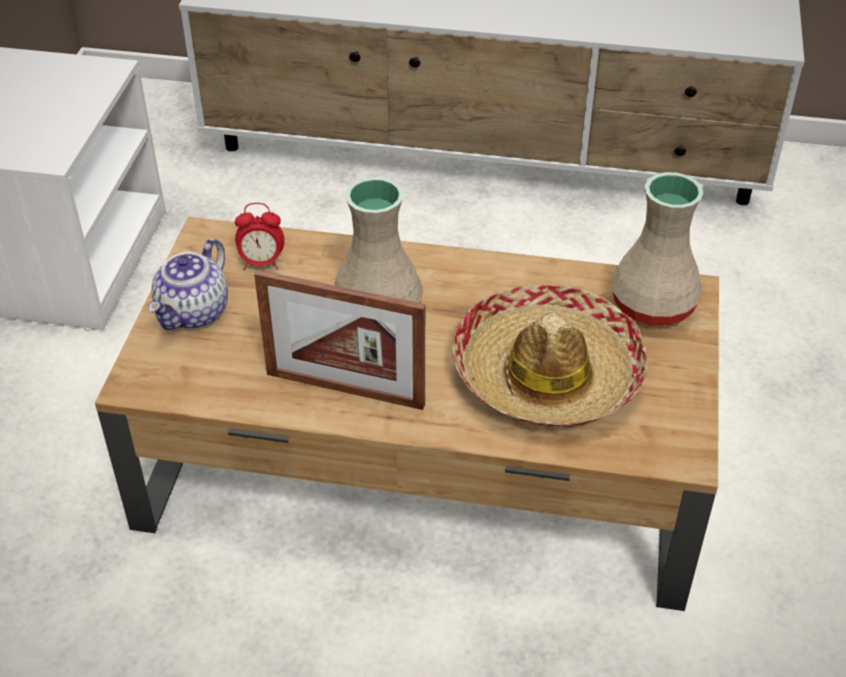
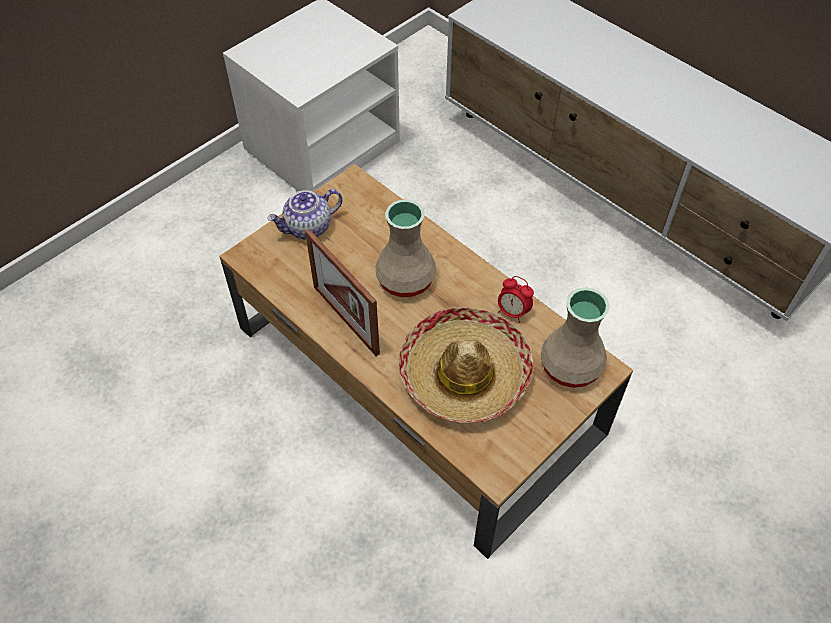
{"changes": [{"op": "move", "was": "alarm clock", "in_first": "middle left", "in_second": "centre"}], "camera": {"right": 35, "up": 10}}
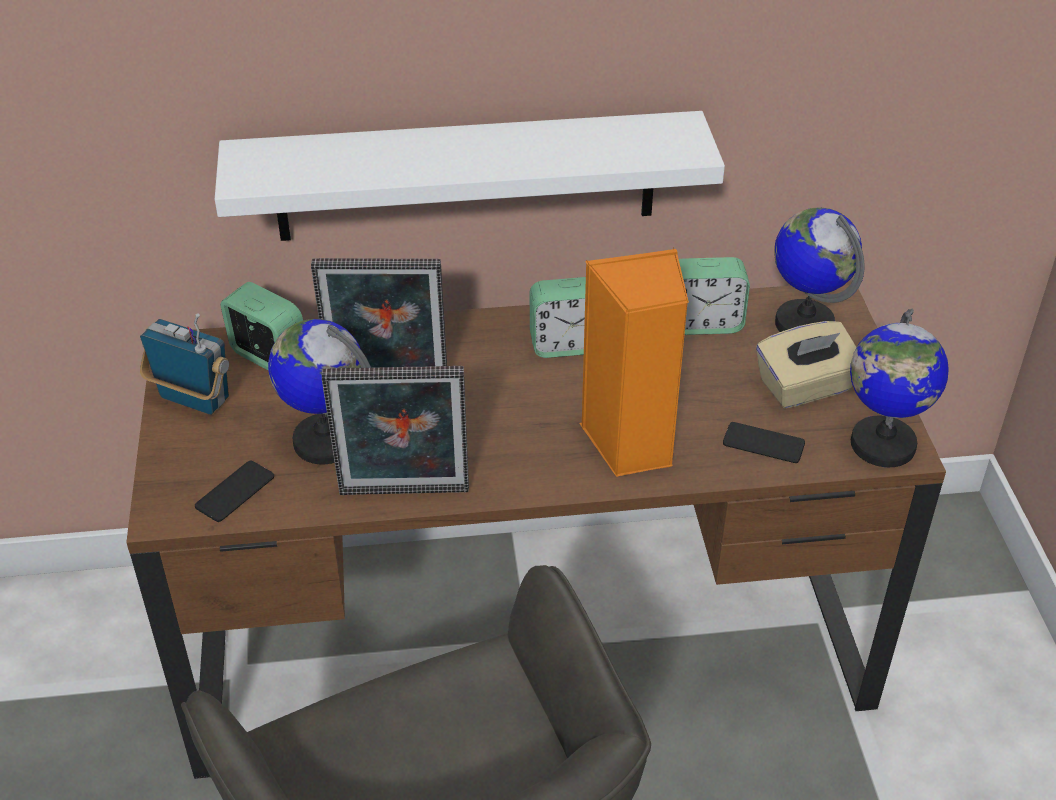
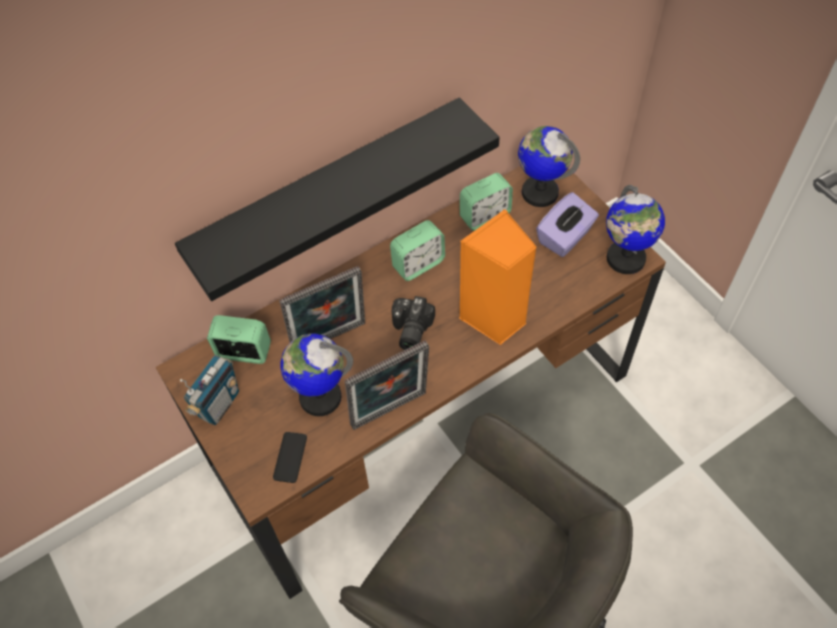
{"changes": [{"op": "recolor", "was": "white-coloured wall shelf", "now": "black-coloured wall shelf", "in_first": "top centre", "in_second": "top centre"}, {"op": "rotate", "was": "radio receiver", "in_first": "middle left", "in_second": "middle left", "clockwise": 120}, {"op": "recolor", "was": "sand-coloured tissue box", "now": "purple tissue box", "in_first": "middle right", "in_second": "middle right"}, {"op": "delete", "was": "telephone (2nd from left)", "in_first": "middle right"}, {"op": "insert", "now": "still camera", "in_second": "centre"}], "camera": {"right": -25, "up": 15}}
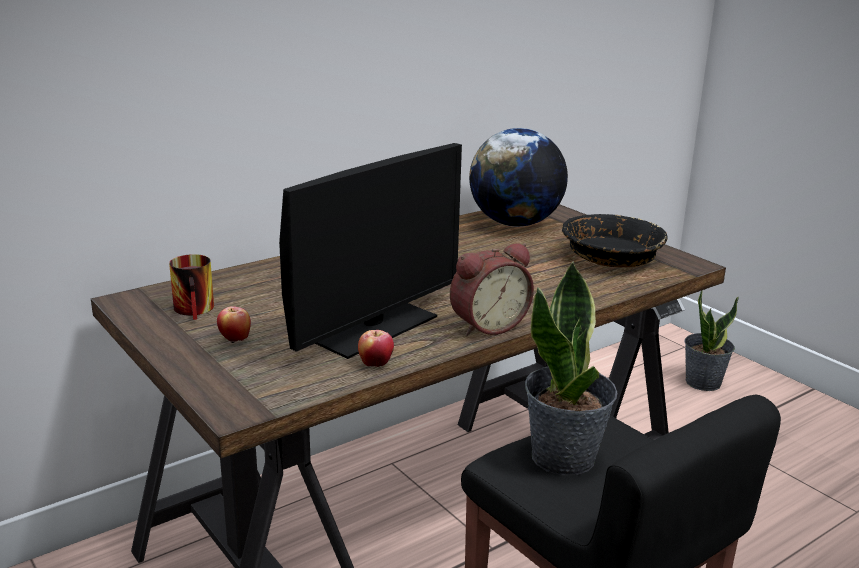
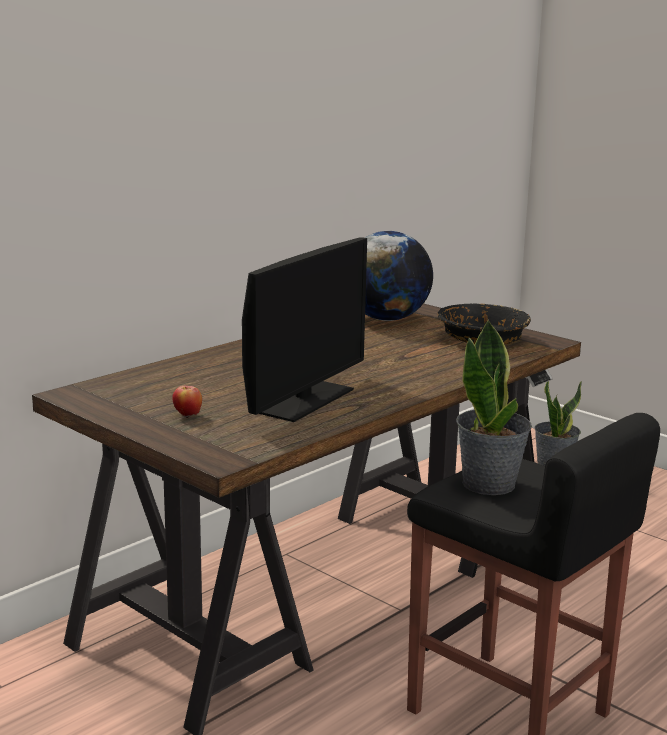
{"changes": [{"op": "delete", "was": "alarm clock", "in_first": "centre"}, {"op": "delete", "was": "tea mug", "in_first": "middle left"}, {"op": "delete", "was": "apple (2nd from left)", "in_first": "centre"}], "camera": {"right": -10, "up": -5}}
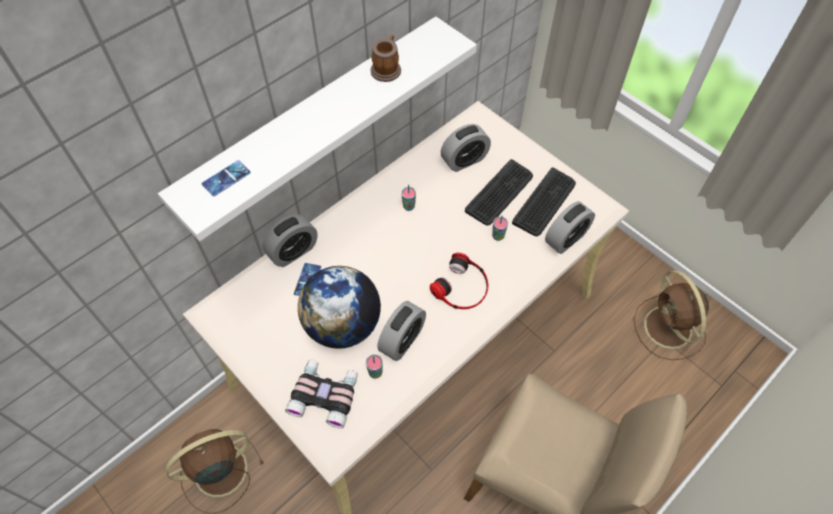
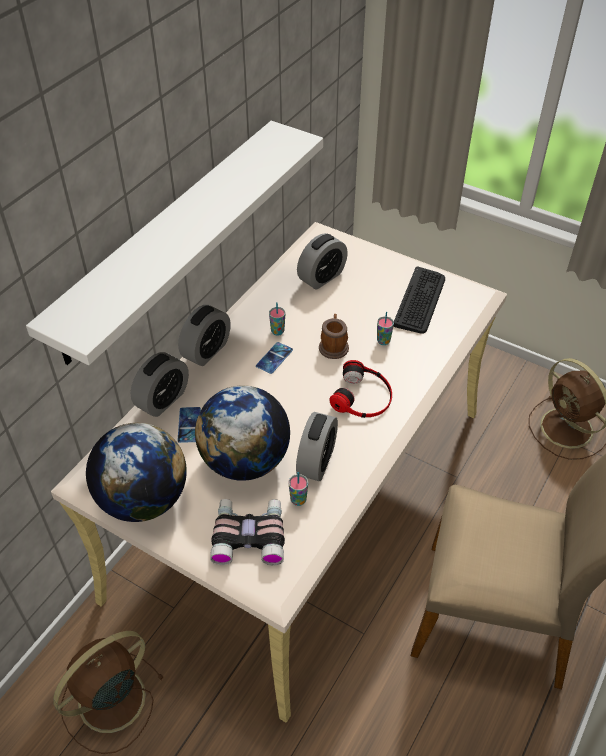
{"changes": [{"op": "move", "was": "tea mug", "in_first": "top centre", "in_second": "centre"}, {"op": "delete", "was": "PC keyboard (1st from left)", "in_first": "centre"}, {"op": "move", "was": "telephone (1st from left in the first image)", "now": "telephone (2nd from left)", "in_first": "middle left", "in_second": "centre"}, {"op": "move", "was": "alarm clock (4th from left in the first image)", "now": "alarm clock (2nd from left)", "in_first": "middle right", "in_second": "centre"}, {"op": "insert", "now": "desk globe (1st from left)", "in_second": "middle left"}], "camera": {"right": -15, "up": -10}}
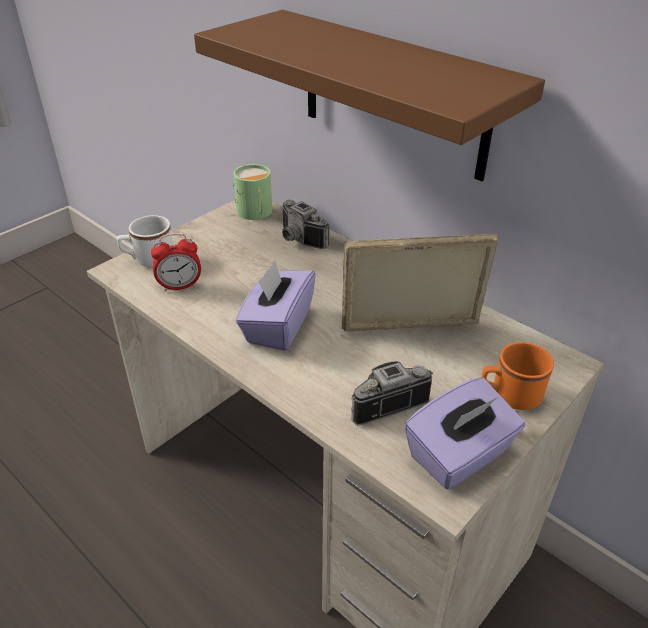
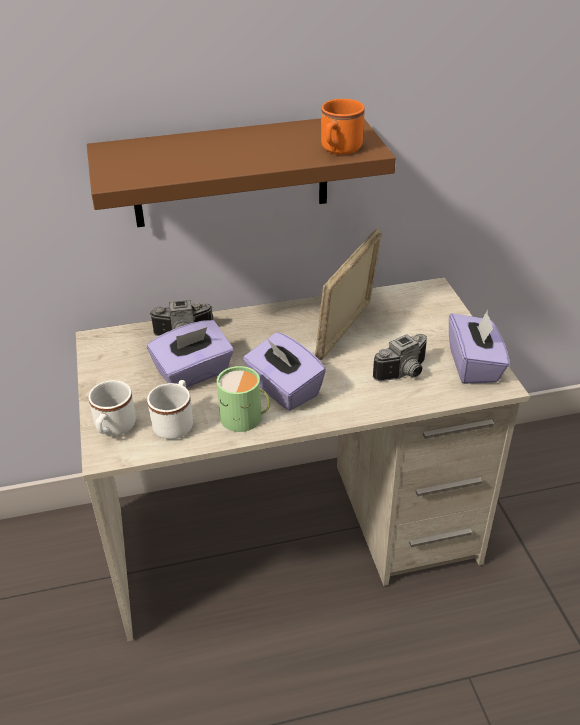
{"changes": [{"op": "move", "was": "greenish tea mug", "in_first": "top centre", "in_second": "centre"}, {"op": "replace", "was": "alarm clock", "now": "white-coloured tea mug (2nd from left)", "in_first": "middle left", "in_second": "middle left"}, {"op": "move", "was": "orange tea mug", "in_first": "middle right", "in_second": "top centre"}, {"op": "rotate", "was": "still camera (2nd from left)", "in_first": "centre", "in_second": "middle right", "clockwise": -135}, {"op": "insert", "now": "purple tissue box (1st from left)", "in_second": "middle left"}], "camera": {"right": -55, "up": 0}}
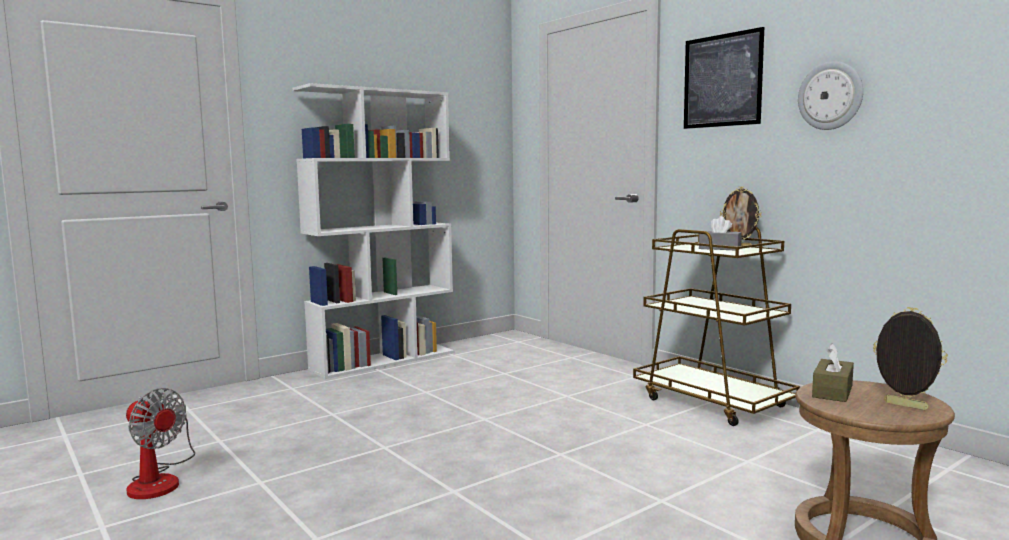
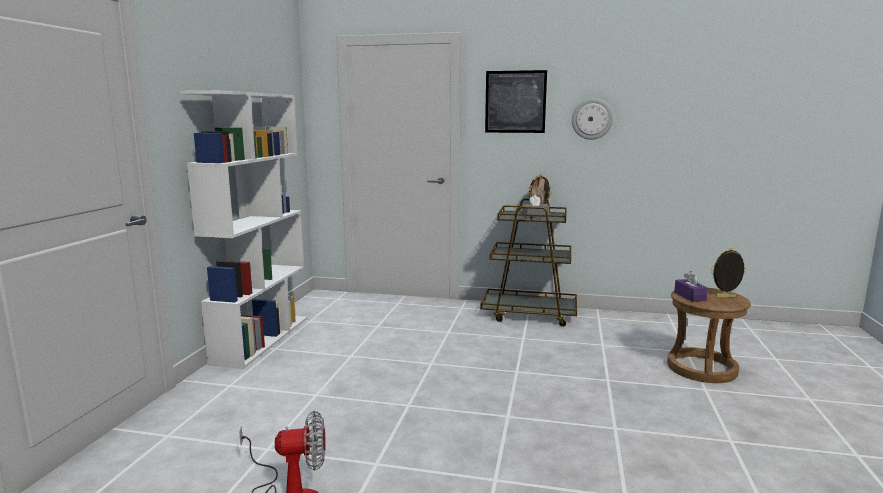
{"changes": [{"op": "recolor", "was": "brownish tissue box", "now": "purple tissue box", "in_first": "bottom right", "in_second": "middle right"}], "camera": {"right": -40, "up": 5}}
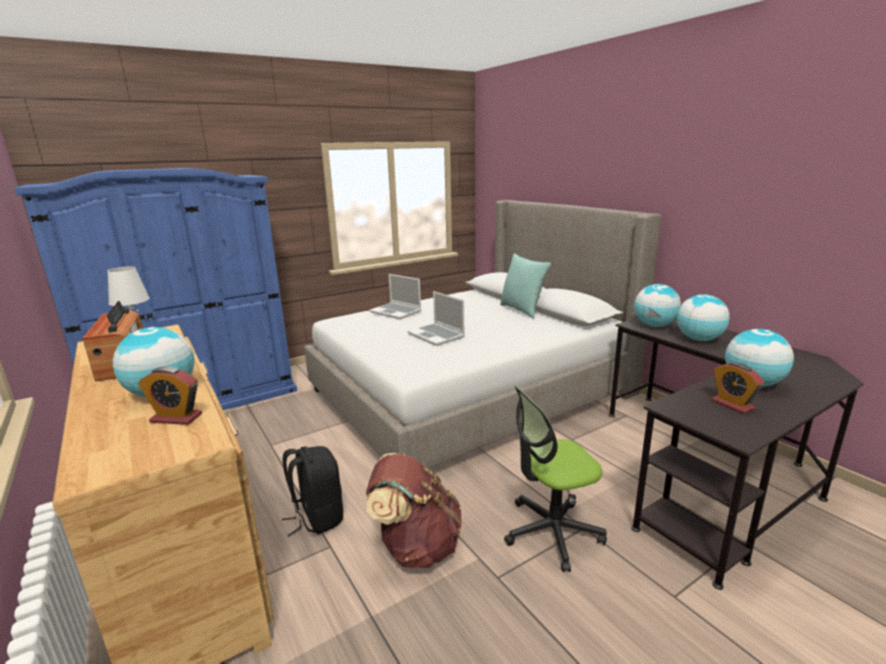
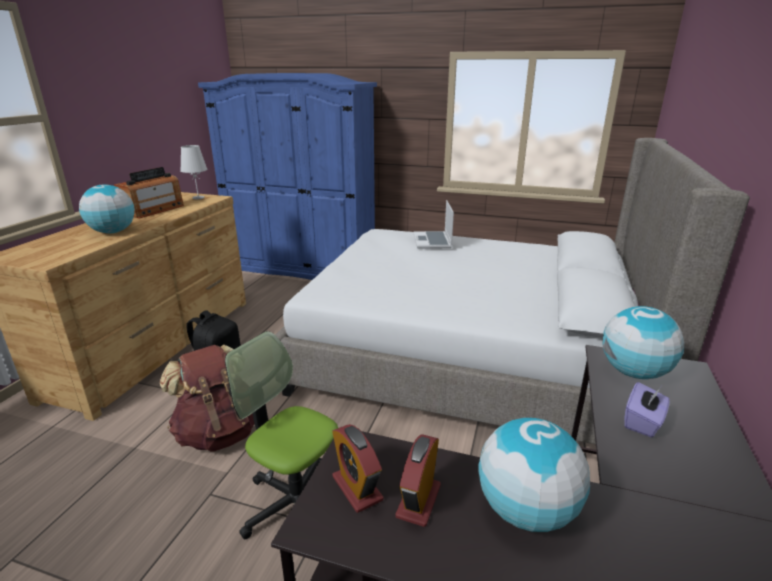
{"changes": [{"op": "delete", "was": "turquoise pillow", "in_first": "centre"}, {"op": "delete", "was": "laptop (2nd from left)", "in_first": "centre"}, {"op": "replace", "was": "desk globe (3rd from left)", "now": "purple tissue box", "in_first": "middle right", "in_second": "bottom right"}, {"op": "move", "was": "alarm clock (1st from left)", "in_first": "middle left", "in_second": "bottom centre"}], "camera": {"right": 50, "up": 5}}
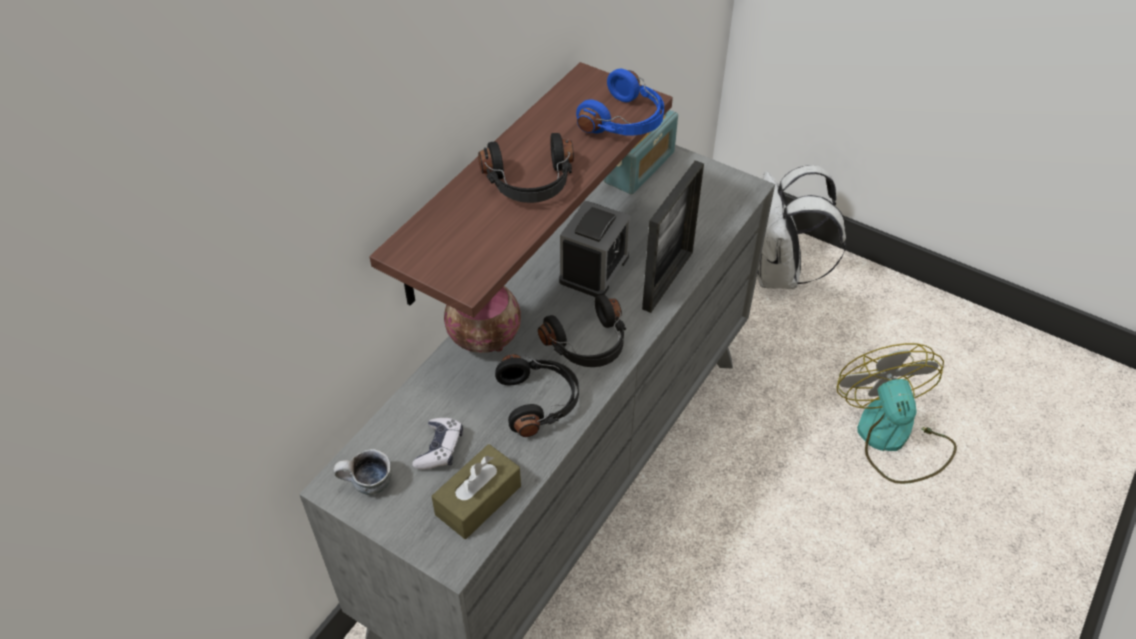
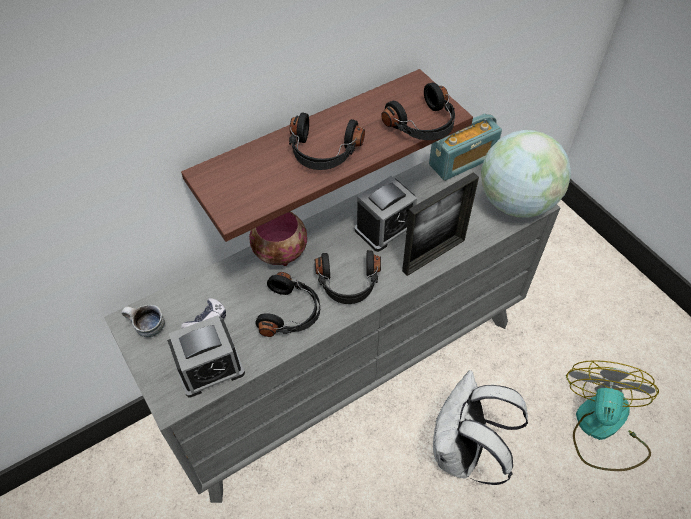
{"changes": [{"op": "recolor", "was": "bluish headset", "now": "black-coloured headset (4th from left)", "in_first": "top centre", "in_second": "top centre"}, {"op": "move", "was": "white-coloured rucksack", "in_first": "middle right", "in_second": "bottom right"}, {"op": "replace", "was": "brownish tissue box", "now": "alarm clock (1st from left)", "in_first": "bottom centre", "in_second": "bottom left"}, {"op": "insert", "now": "desk globe", "in_second": "middle right"}], "camera": {"right": 25, "up": 5}}
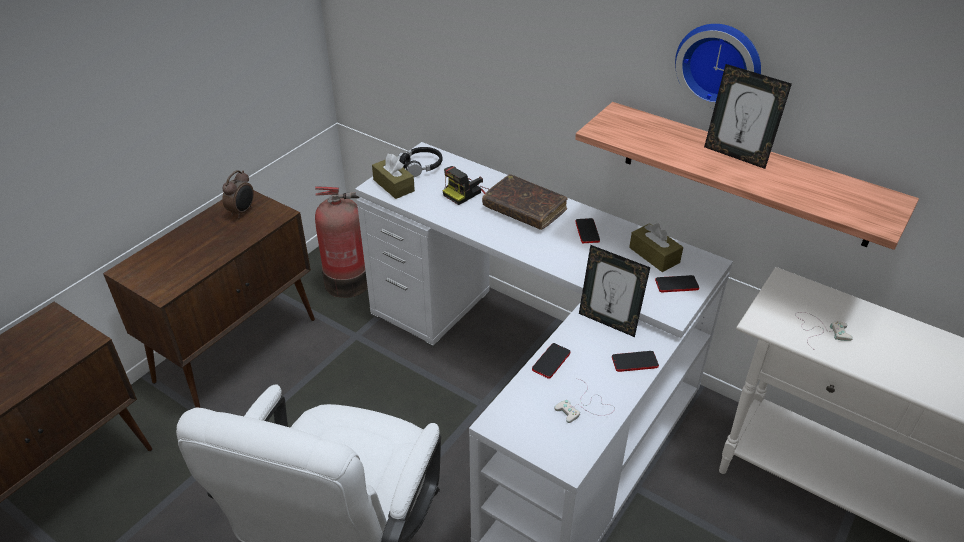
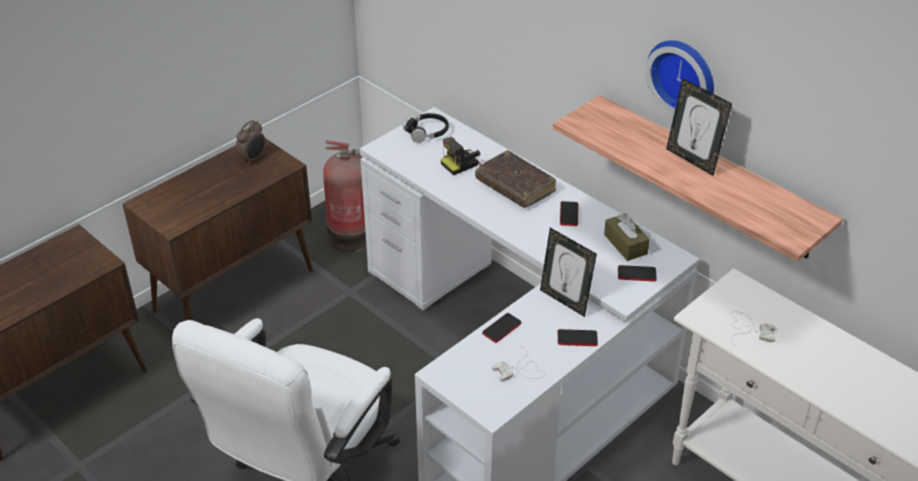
{"changes": [{"op": "delete", "was": "brownish tissue box (1st from left)", "in_first": "top centre"}], "camera": {"right": 10, "up": 0}}
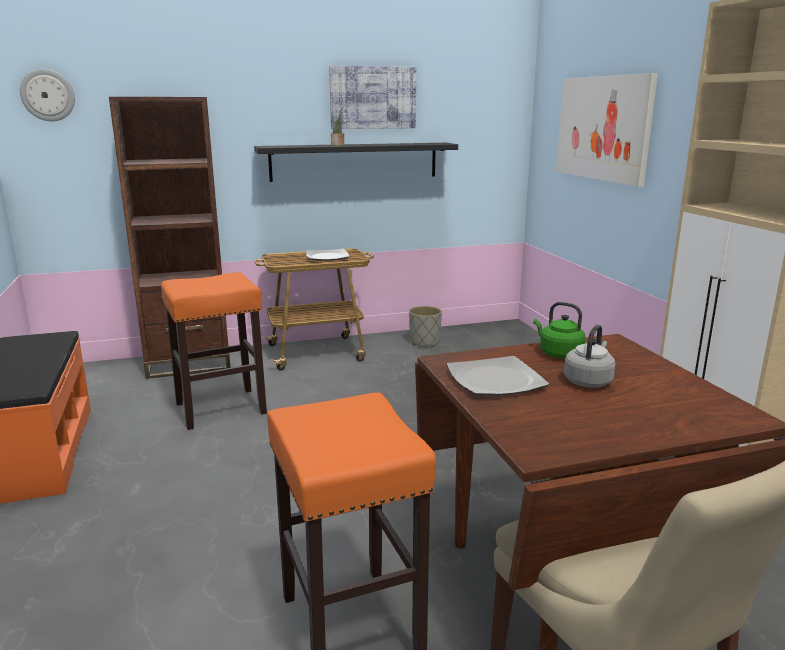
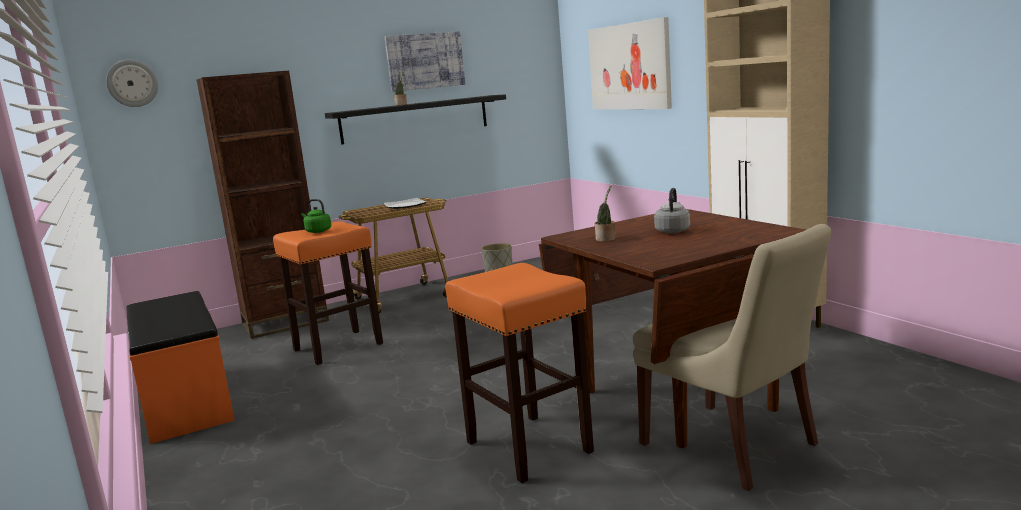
{"changes": [{"op": "move", "was": "greenish water kettle", "in_first": "middle right", "in_second": "middle left"}, {"op": "replace", "was": "flat dish (2nd from left)", "now": "potted plant (2nd from left)", "in_first": "centre", "in_second": "centre"}], "camera": {"right": -10, "up": -5}}
